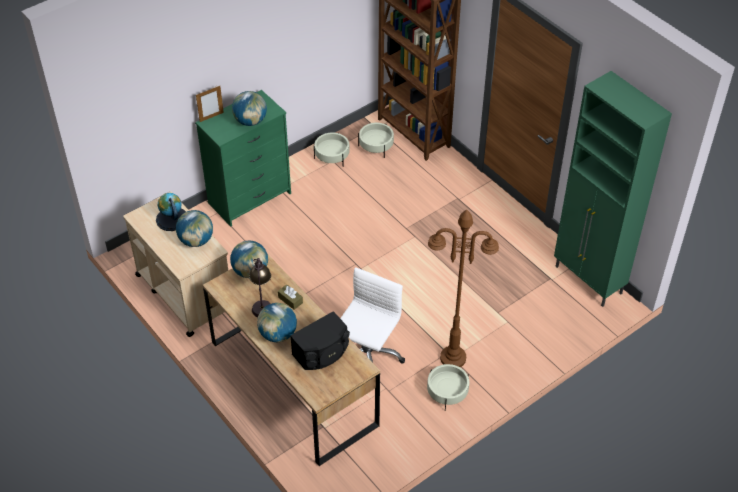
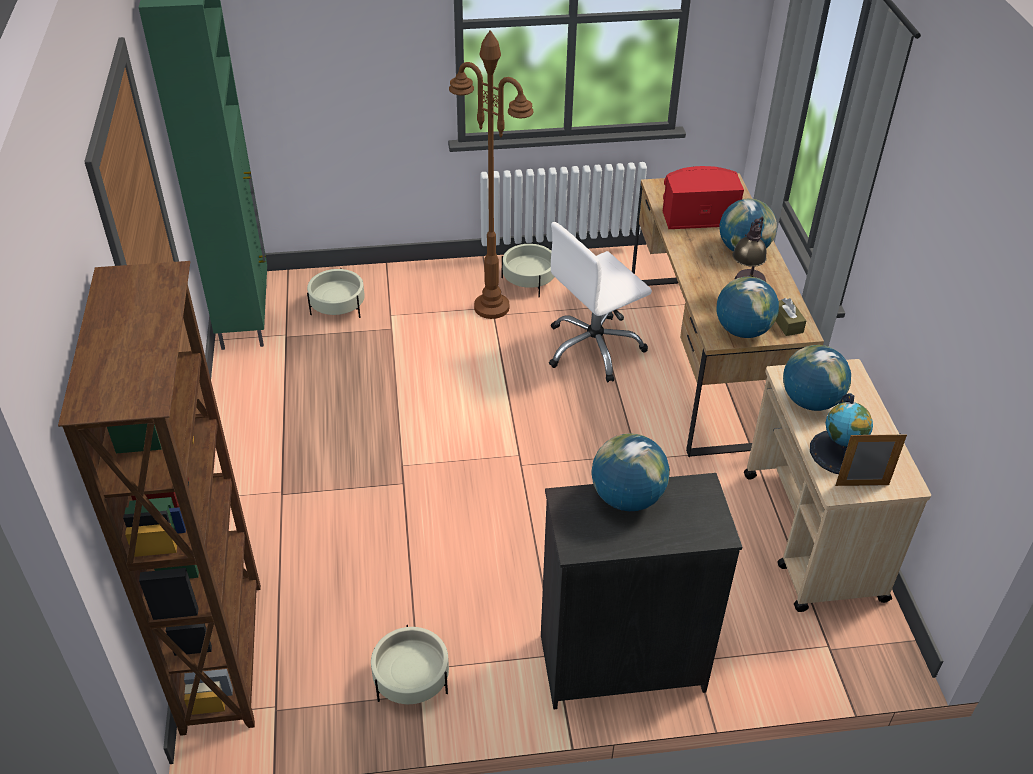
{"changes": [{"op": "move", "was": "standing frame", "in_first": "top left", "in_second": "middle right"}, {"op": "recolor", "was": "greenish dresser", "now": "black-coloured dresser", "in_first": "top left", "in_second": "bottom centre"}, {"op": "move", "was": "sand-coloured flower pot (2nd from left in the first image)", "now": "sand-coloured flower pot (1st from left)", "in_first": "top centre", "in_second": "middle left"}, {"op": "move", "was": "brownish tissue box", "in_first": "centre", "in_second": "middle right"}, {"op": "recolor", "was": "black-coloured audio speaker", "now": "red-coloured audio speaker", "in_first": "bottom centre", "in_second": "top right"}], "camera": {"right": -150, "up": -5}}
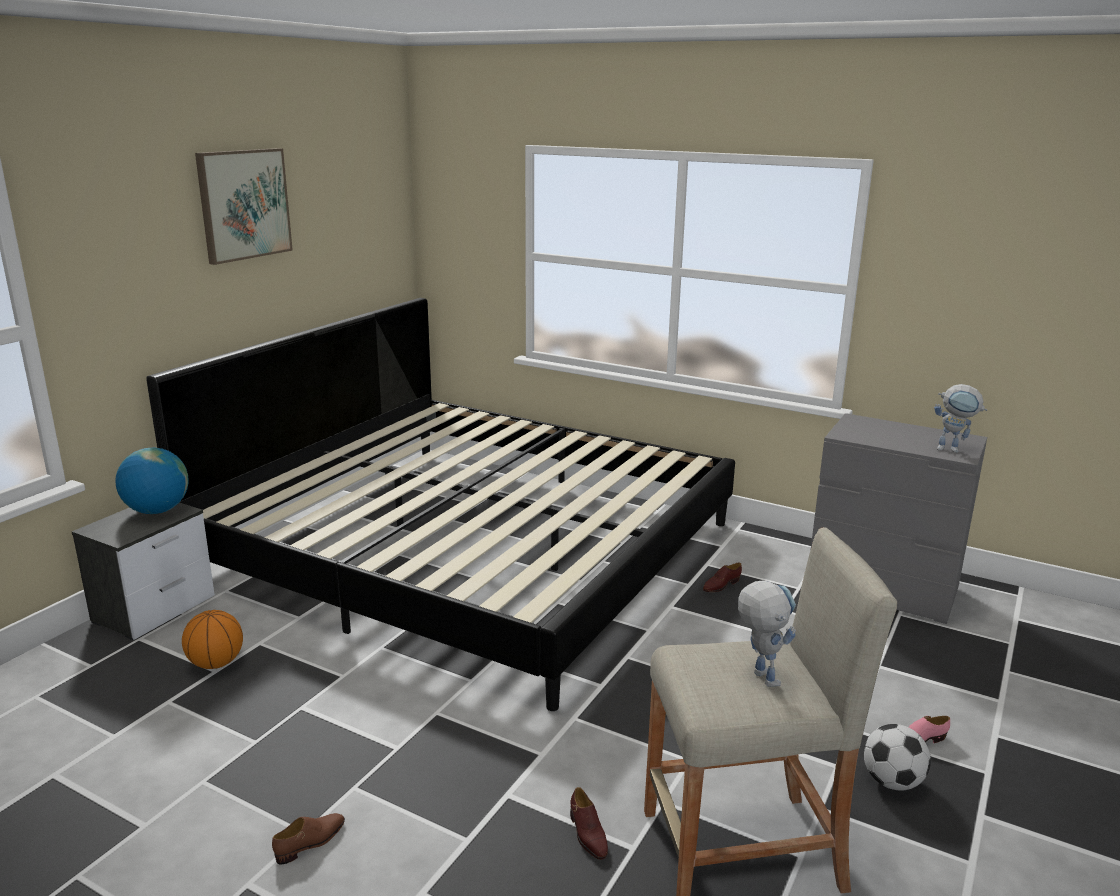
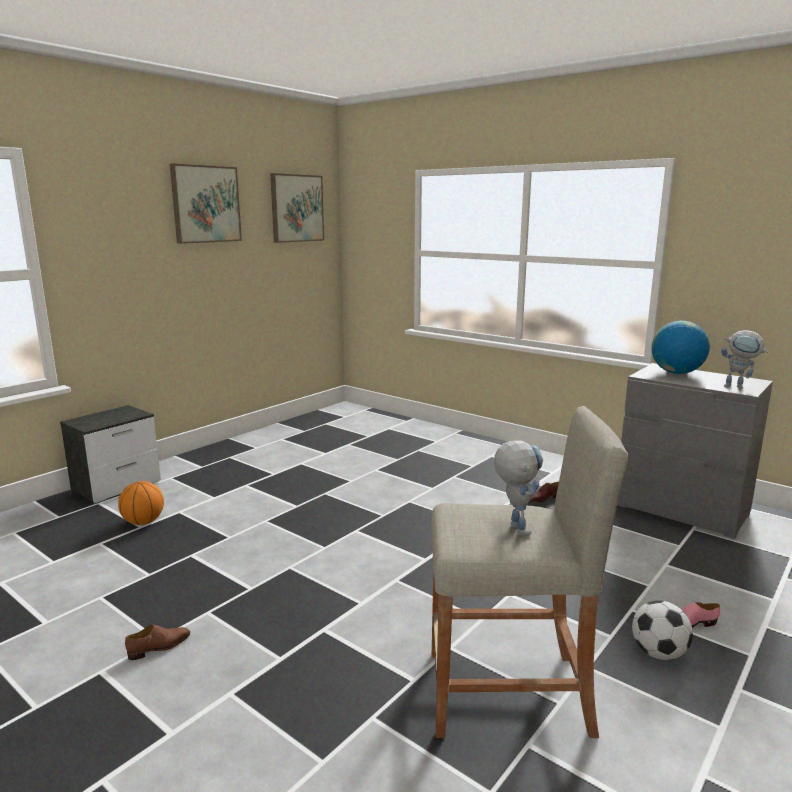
{"changes": [{"op": "delete", "was": "bedroom bed", "in_first": "centre"}, {"op": "move", "was": "desk globe", "in_first": "middle left", "in_second": "middle right"}, {"op": "delete", "was": "brownish item of footwear (2nd from left)", "in_first": "bottom centre"}, {"op": "insert", "now": "wall picture (2nd from left)", "in_second": "top centre"}], "camera": {"right": 10, "up": -5}}
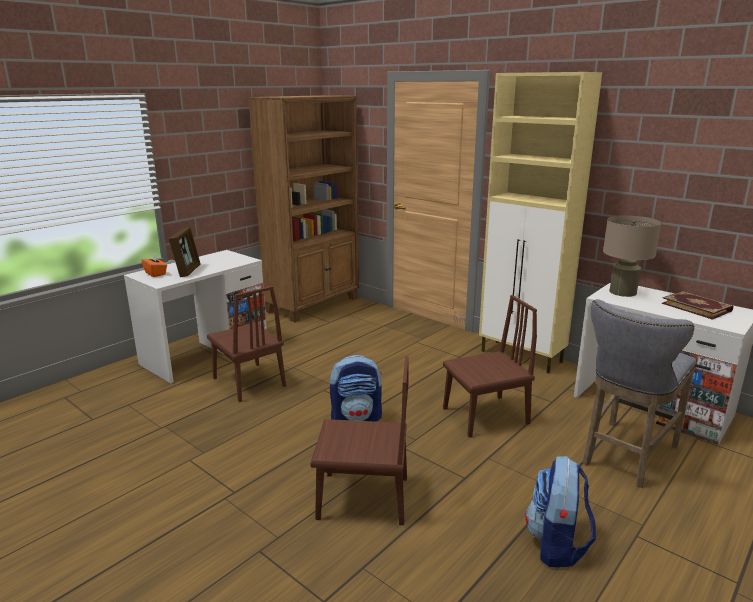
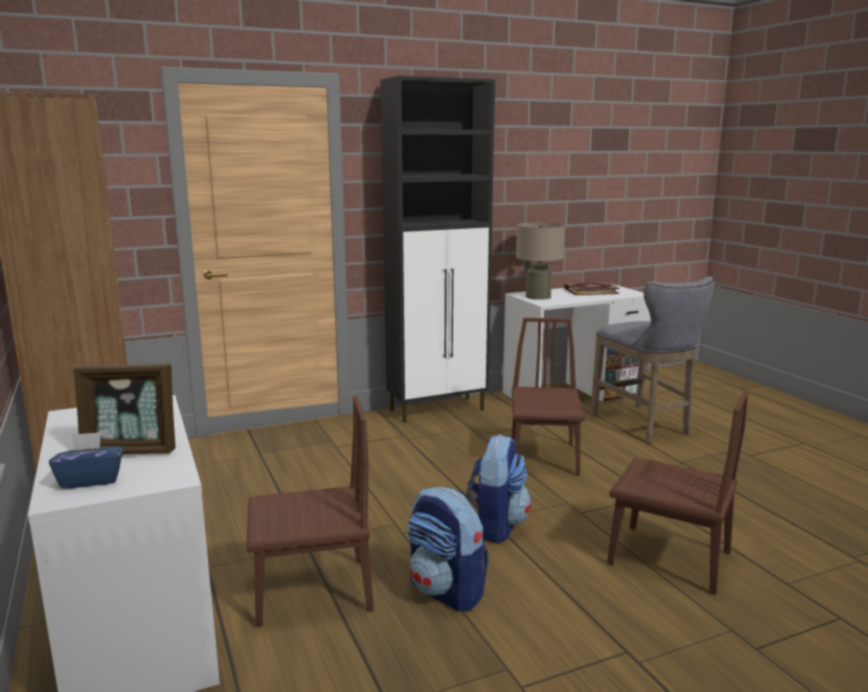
{"changes": [{"op": "recolor", "was": "sand-coloured storage cabinet", "now": "black-coloured storage cabinet", "in_first": "middle right", "in_second": "centre"}, {"op": "rotate", "was": "standing frame", "in_first": "middle left", "in_second": "middle left", "clockwise": 150}, {"op": "recolor", "was": "orange tissue box", "now": "bluish tissue box", "in_first": "middle left", "in_second": "middle left"}, {"op": "rotate", "was": "brownish chair (2nd from left in the first image)", "in_first": "bottom centre", "in_second": "bottom right", "clockwise": 90}, {"op": "move", "was": "rucksack (2nd from left in the first image)", "now": "rucksack (1st from left)", "in_first": "bottom right", "in_second": "bottom centre"}], "camera": {"right": -65, "up": -5}}
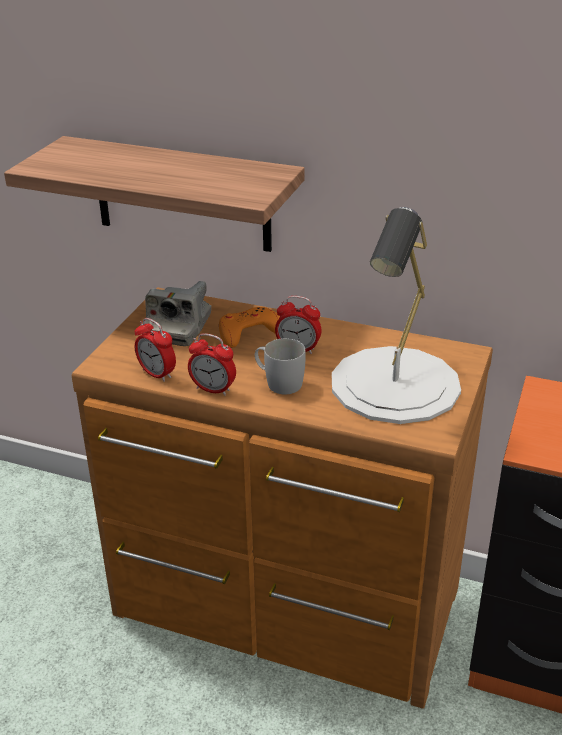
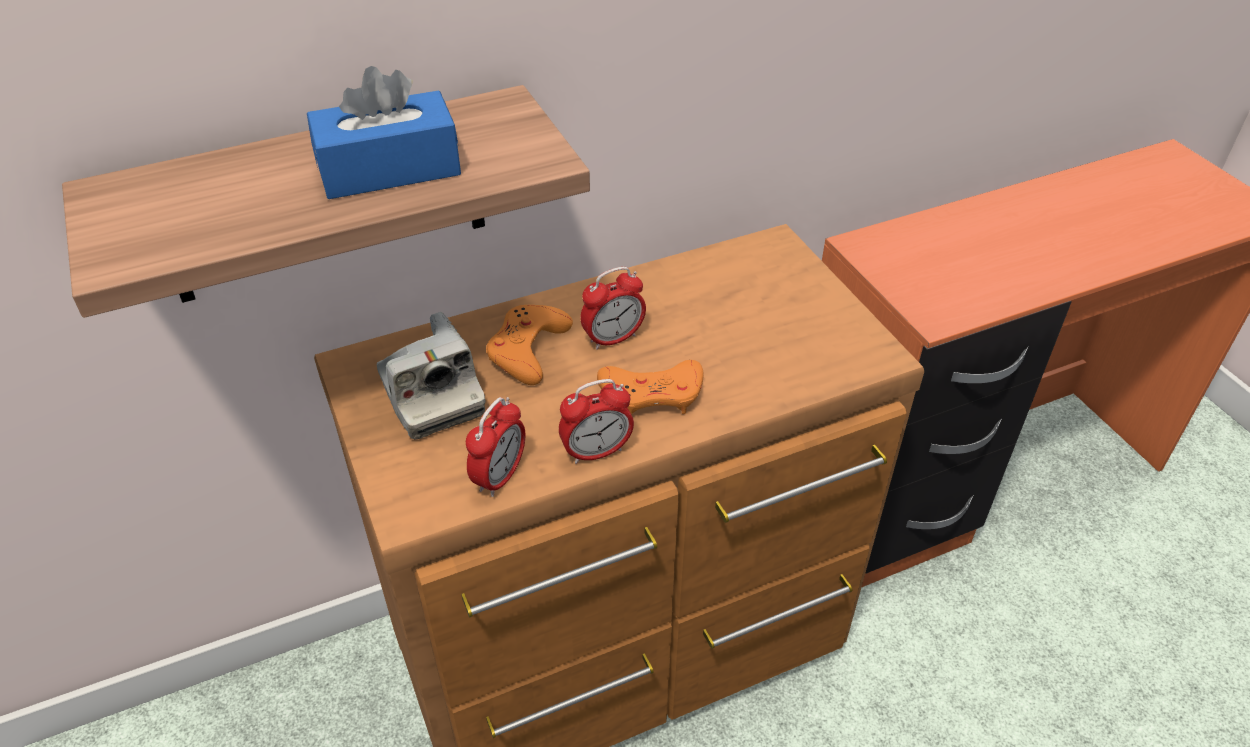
{"changes": [{"op": "delete", "was": "white-coloured lamp for a table", "in_first": "middle right"}, {"op": "rotate", "was": "alarm clock (1st from left)", "in_first": "middle left", "in_second": "centre", "clockwise": -60}, {"op": "replace", "was": "white-coloured tea mug", "now": "orange joypad (2nd from left)", "in_first": "centre", "in_second": "centre"}, {"op": "insert", "now": "bluish tissue box", "in_second": "top left"}], "camera": {"right": -45, "up": 10}}
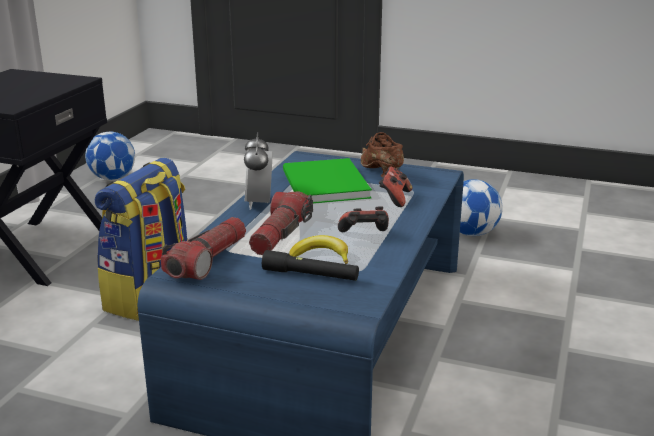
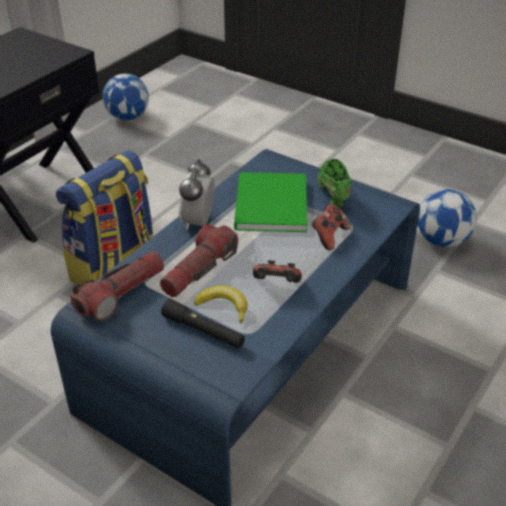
{"changes": [{"op": "recolor", "was": "brownish item of footwear", "now": "greenish item of footwear", "in_first": "centre", "in_second": "centre"}], "camera": {"right": 15, "up": 15}}
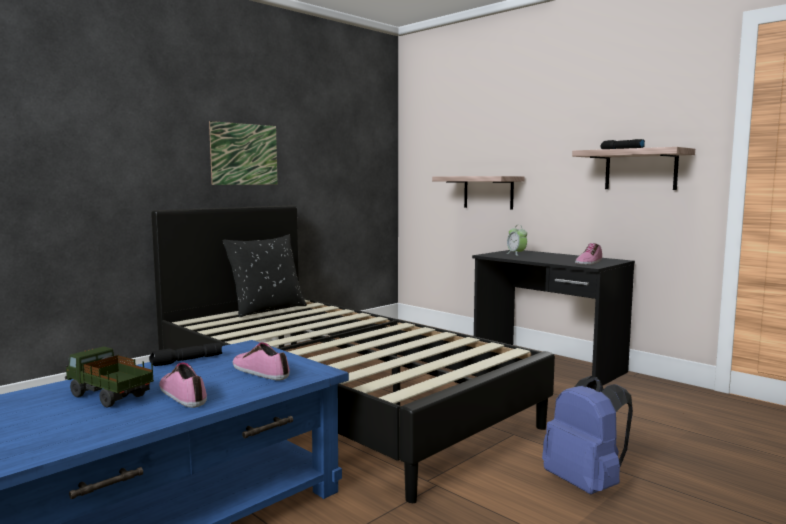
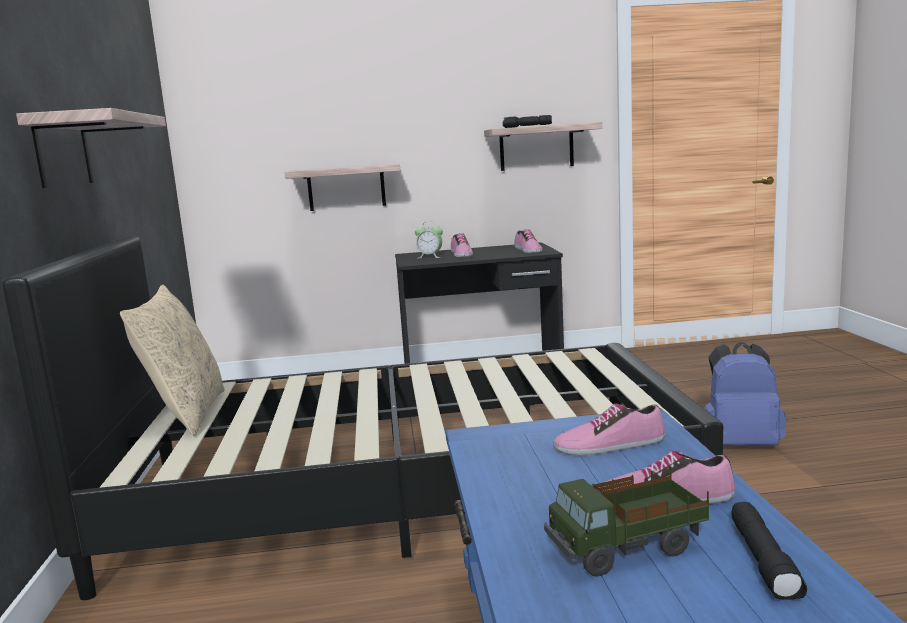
{"changes": [{"op": "replace", "was": "wall picture", "now": "wall shelf (1st from left)", "in_first": "top left", "in_second": "top left"}, {"op": "recolor", "was": "black-coloured pillow", "now": "sand-coloured pillow", "in_first": "centre", "in_second": "middle left"}, {"op": "move", "was": "black-coloured torch (1st from left in the first image)", "now": "black-coloured torch (2nd from left)", "in_first": "bottom left", "in_second": "bottom right"}, {"op": "insert", "now": "item of footwear (1st from left)", "in_second": "centre"}], "camera": {"right": -50, "up": 5}}
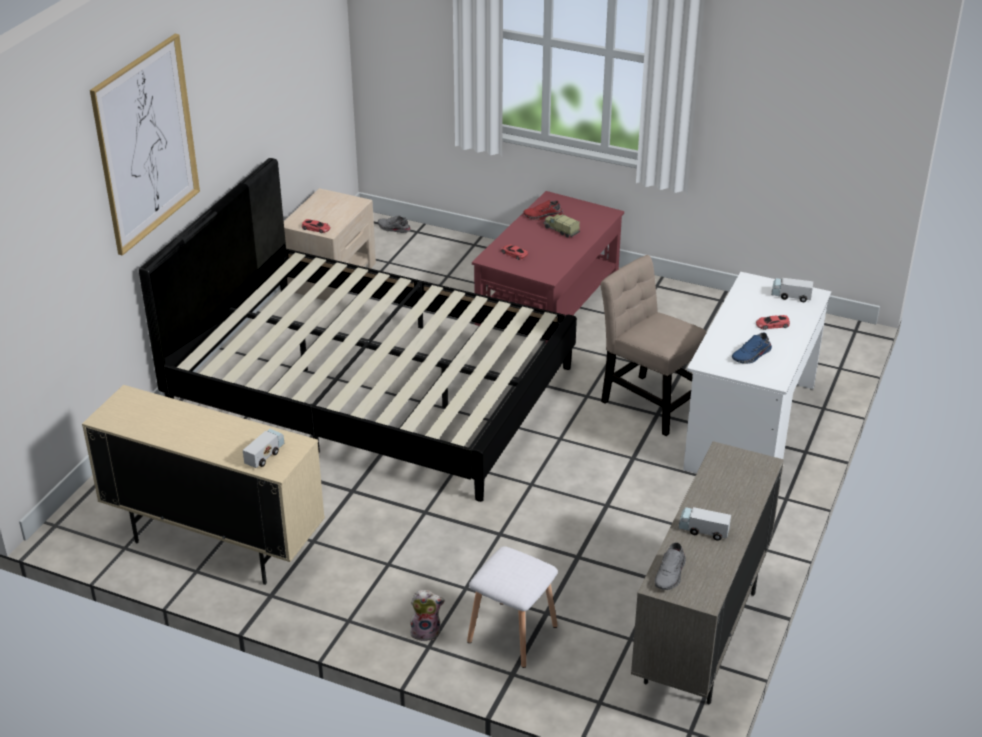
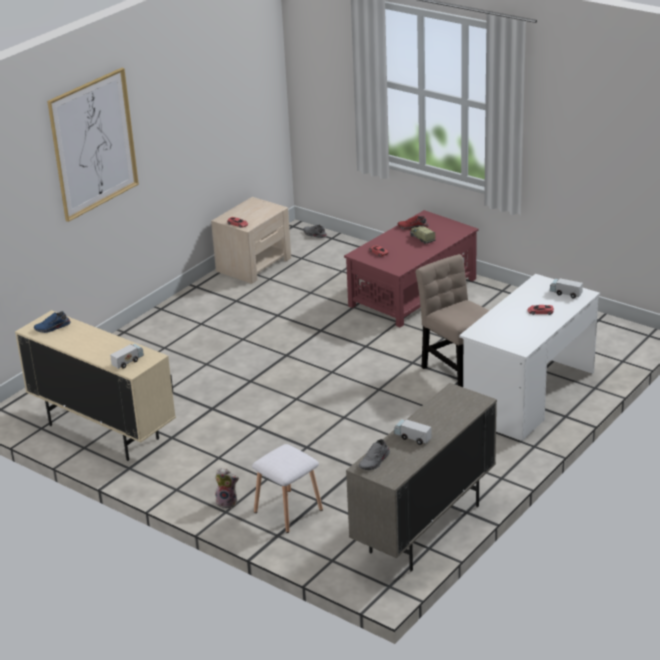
{"changes": [{"op": "delete", "was": "black-coloured bedroom bed", "in_first": "centre"}, {"op": "move", "was": "bluish item of footwear", "in_first": "middle right", "in_second": "middle left"}], "camera": {"right": 15, "up": -5}}
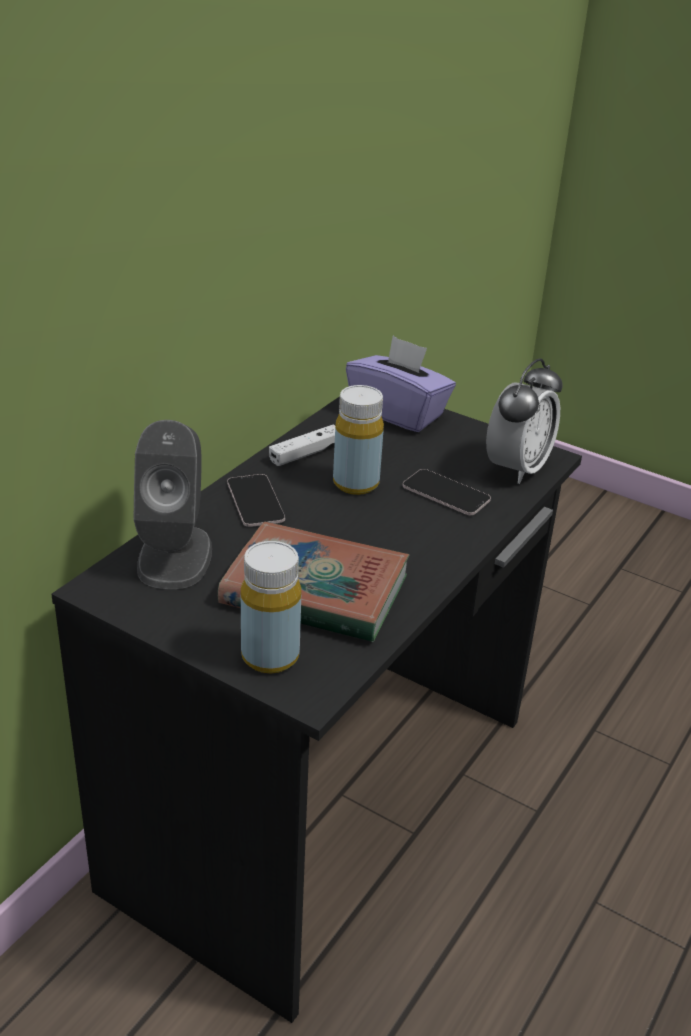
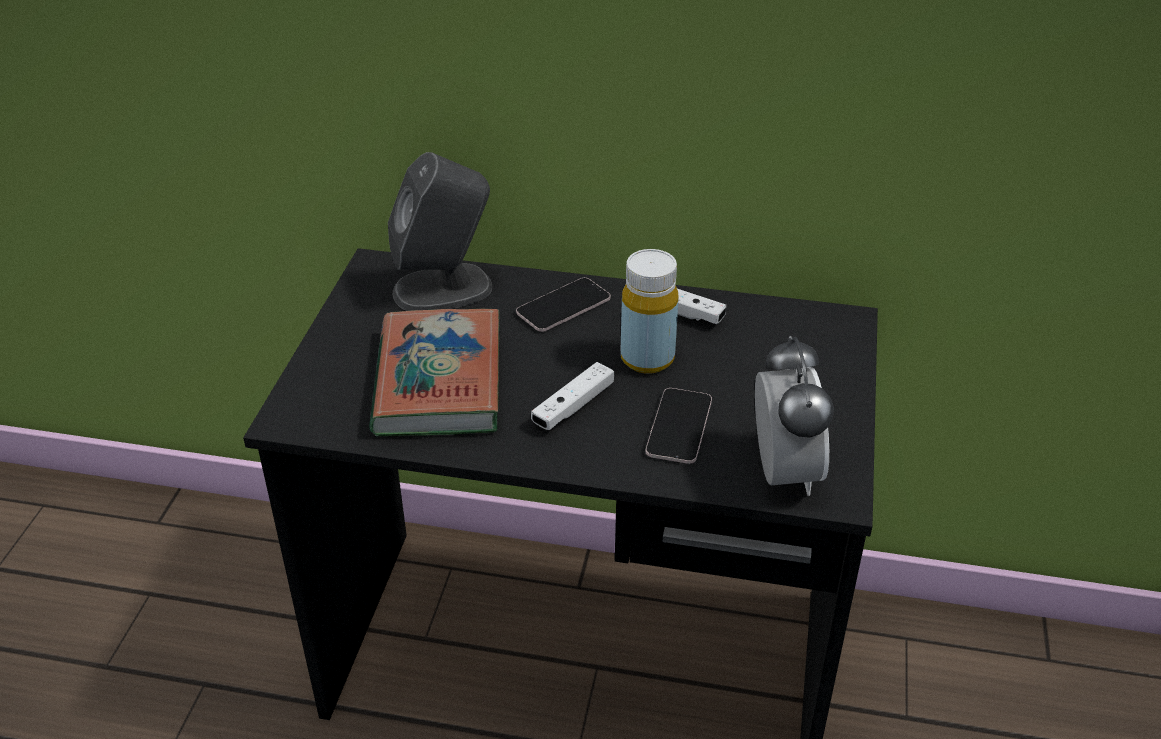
{"changes": [{"op": "delete", "was": "purple tissue box", "in_first": "centre"}, {"op": "rotate", "was": "alarm clock", "in_first": "middle right", "in_second": "middle right", "clockwise": -105}, {"op": "delete", "was": "yellow-coloured beverage bottle (1st from left)", "in_first": "centre"}, {"op": "insert", "now": "white-coloured joypad (1st from left)", "in_second": "centre"}], "camera": {"right": 70, "up": 5}}
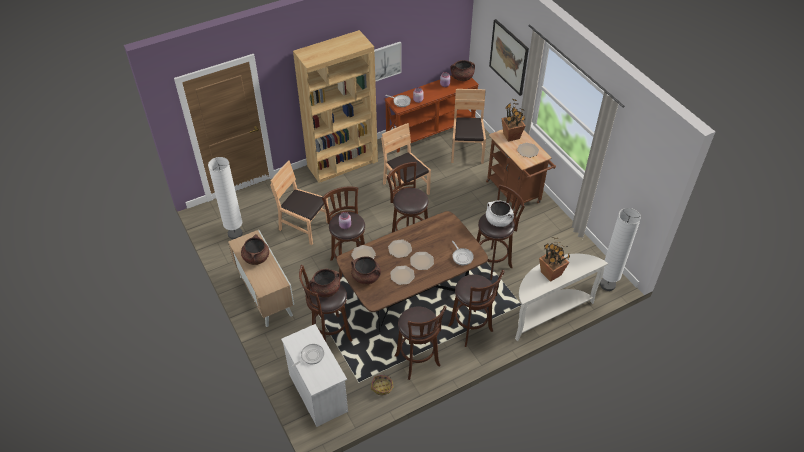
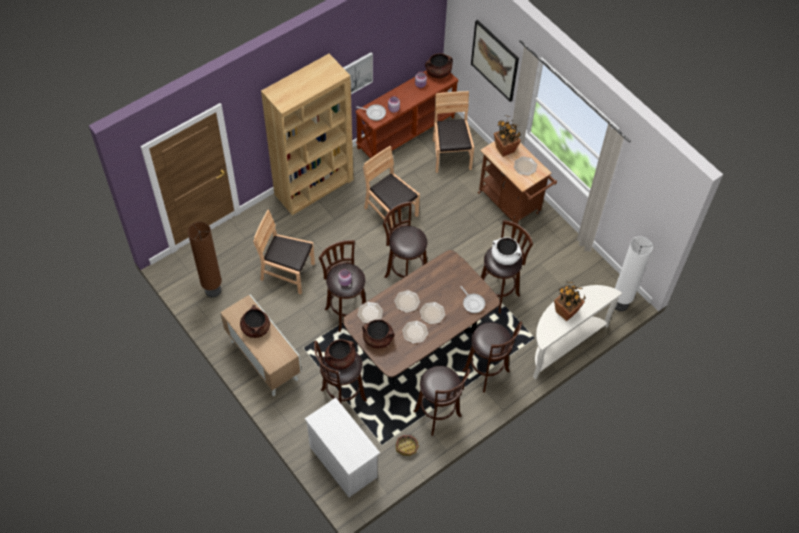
{"changes": [{"op": "recolor", "was": "white-coloured standing lamp (1st from left)", "now": "brownish standing lamp", "in_first": "middle left", "in_second": "middle left"}, {"op": "delete", "was": "pan (1st from left)", "in_first": "bottom centre"}], "camera": {"right": -10, "up": 10}}
